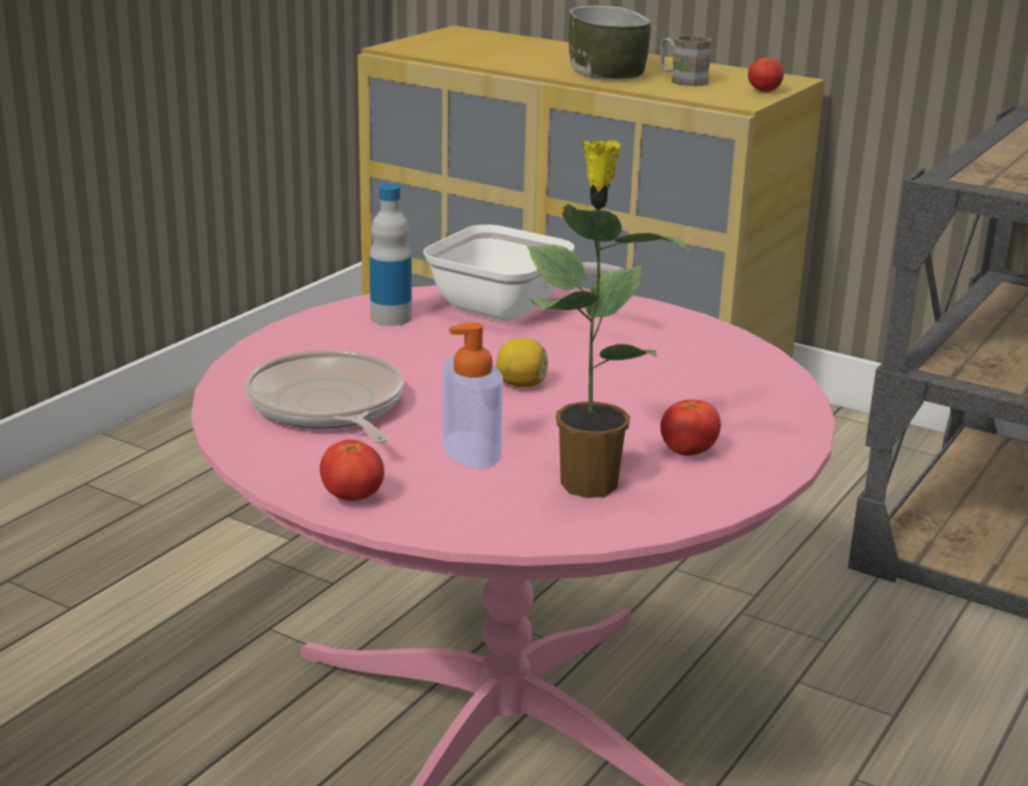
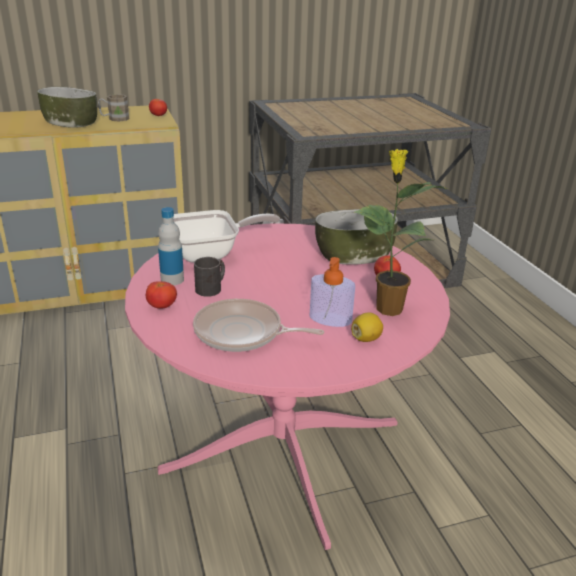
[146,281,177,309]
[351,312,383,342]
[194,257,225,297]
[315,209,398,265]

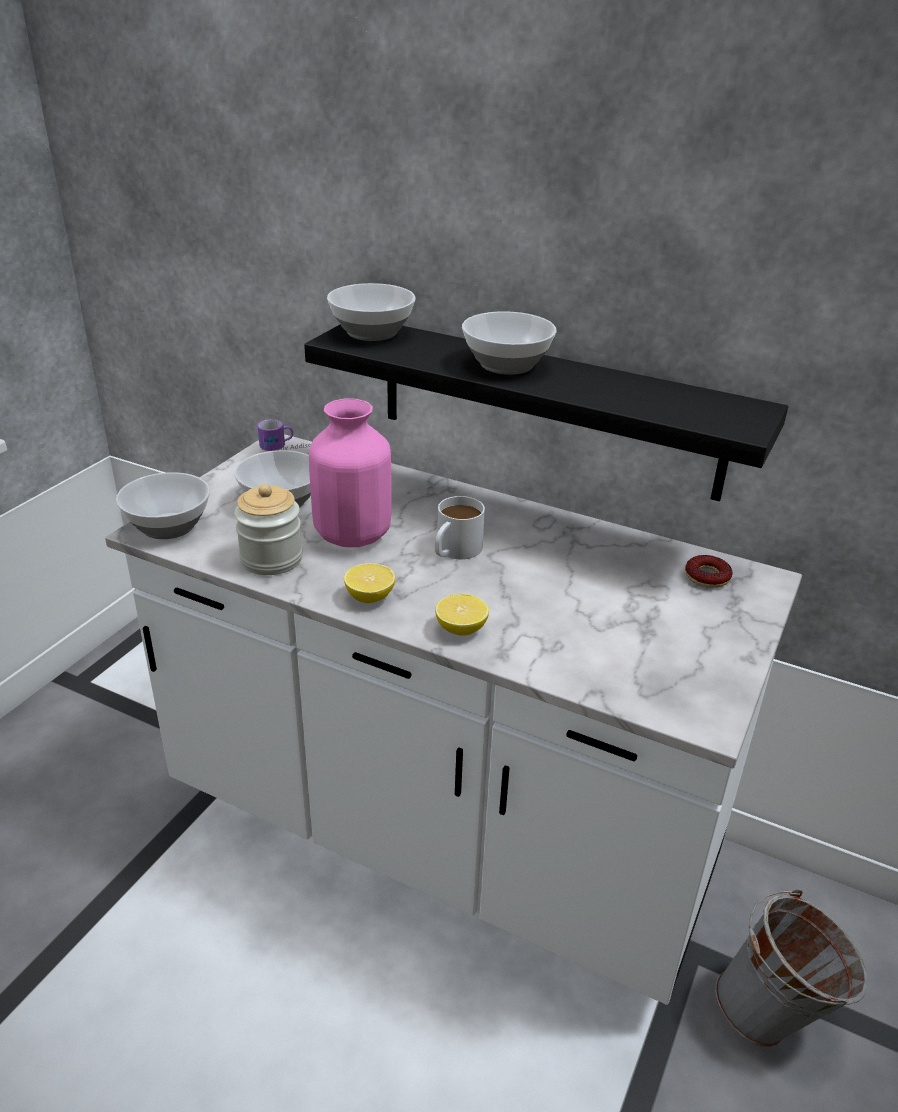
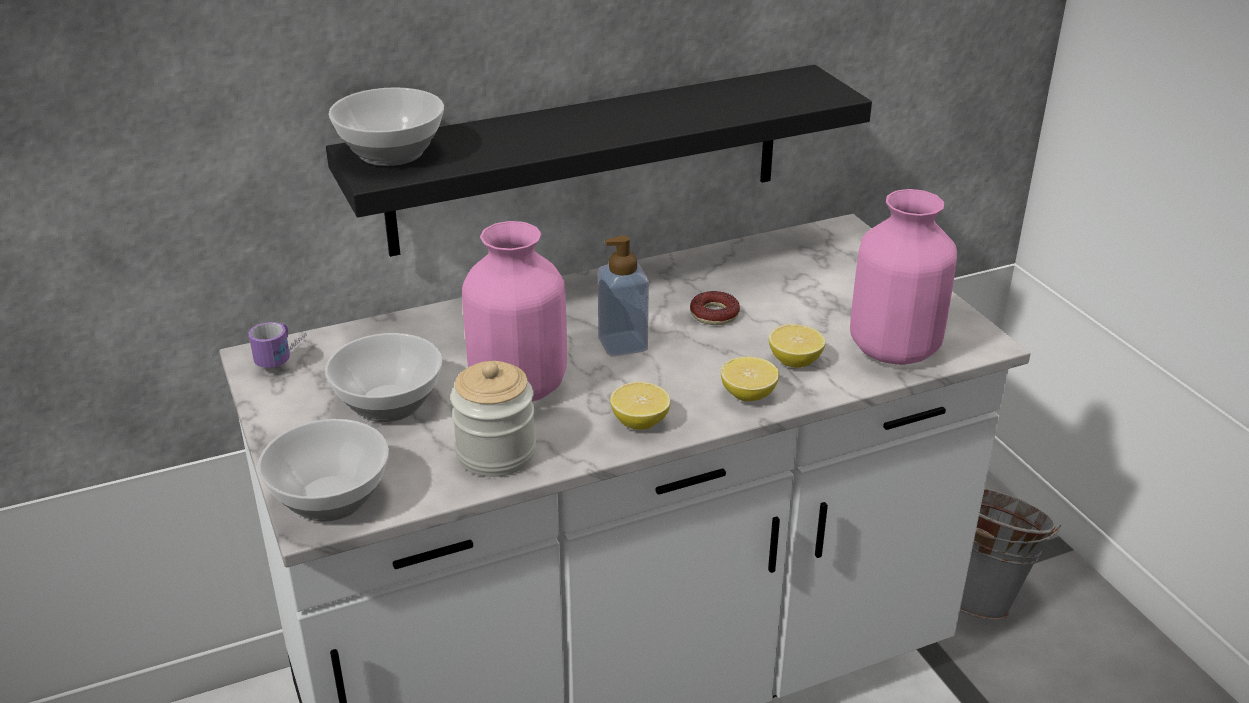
[598,235,649,357]
[462,311,557,375] (first image)
[690,291,740,325]
[769,324,826,368]
[850,189,957,365]

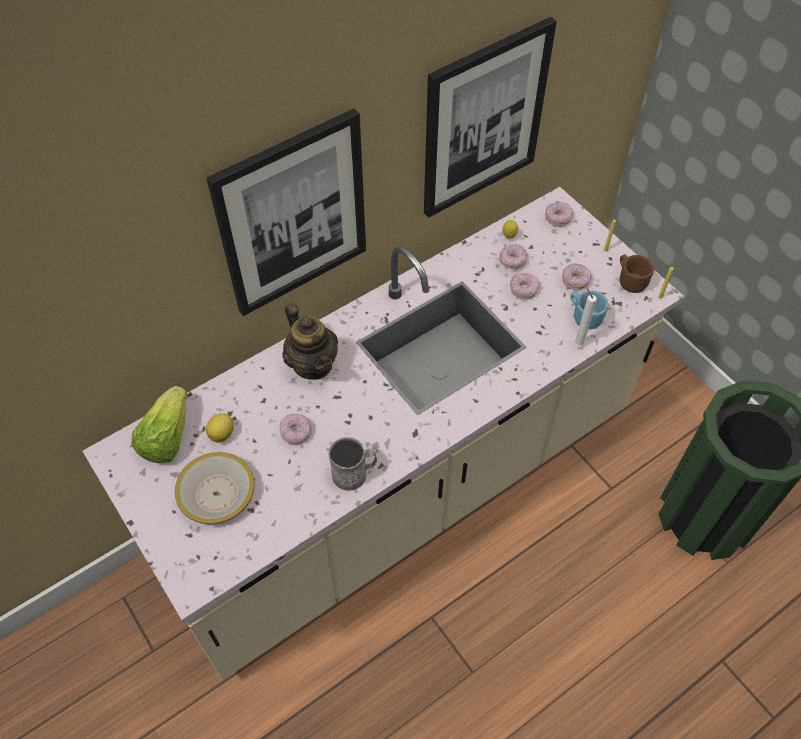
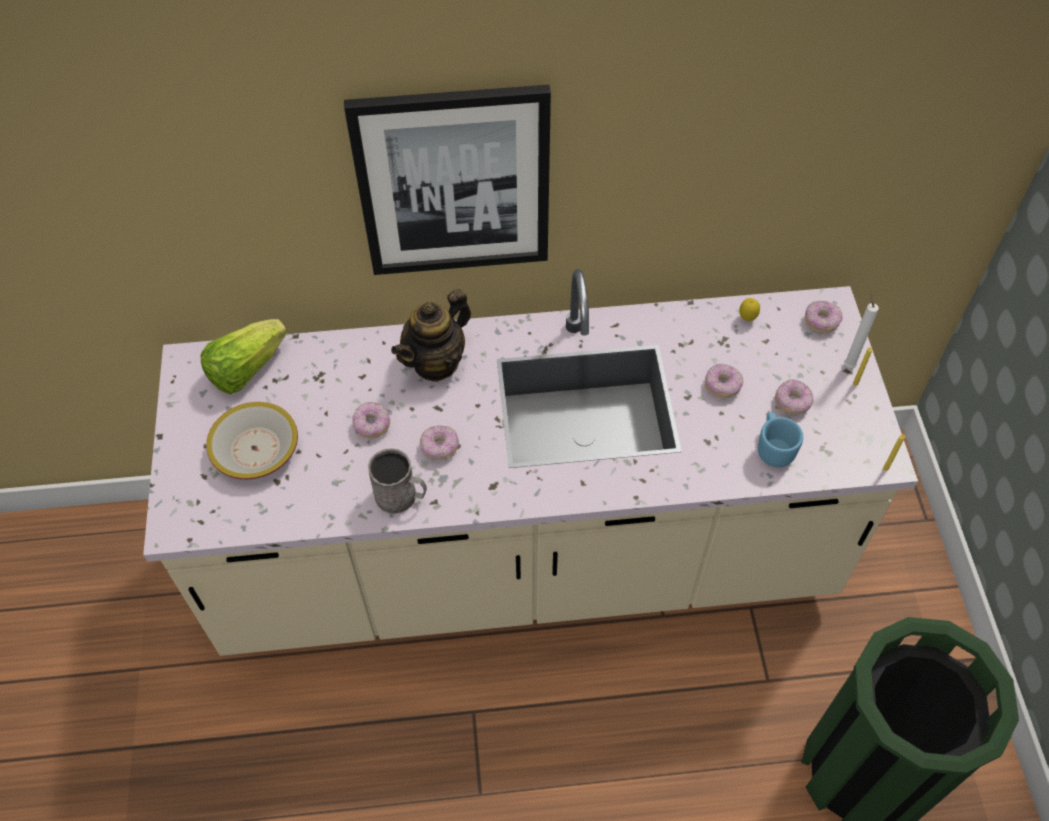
[206,413,234,442] (first image)
[391,289,471,382]
[424,17,557,218] (first image)
[420,425,459,460]
[844,292,879,368]
[620,254,654,293] (first image)

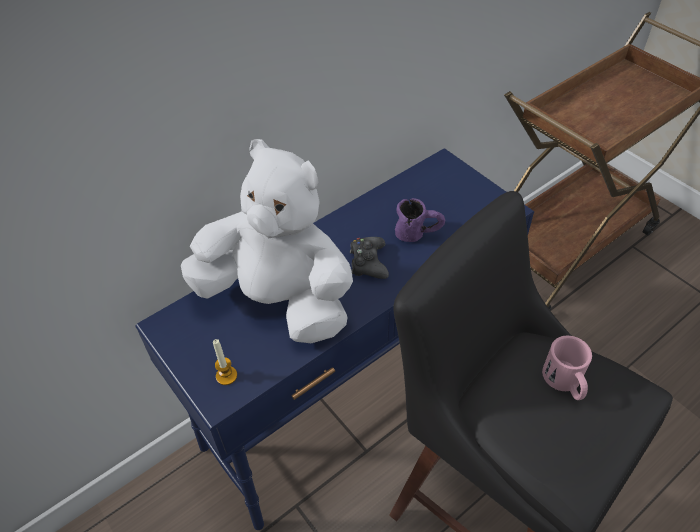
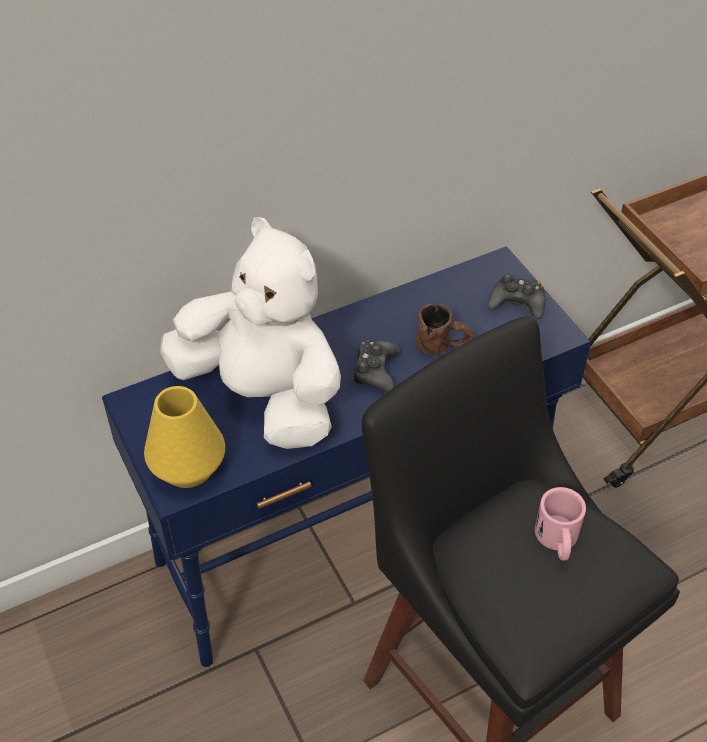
[144,386,225,488]
[415,304,474,355]
[488,274,545,319]

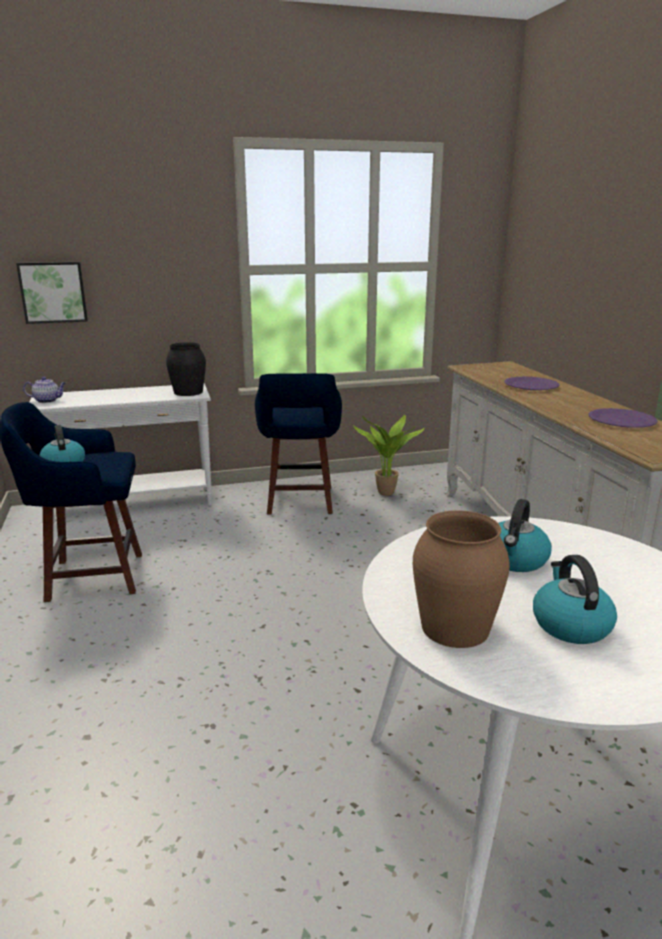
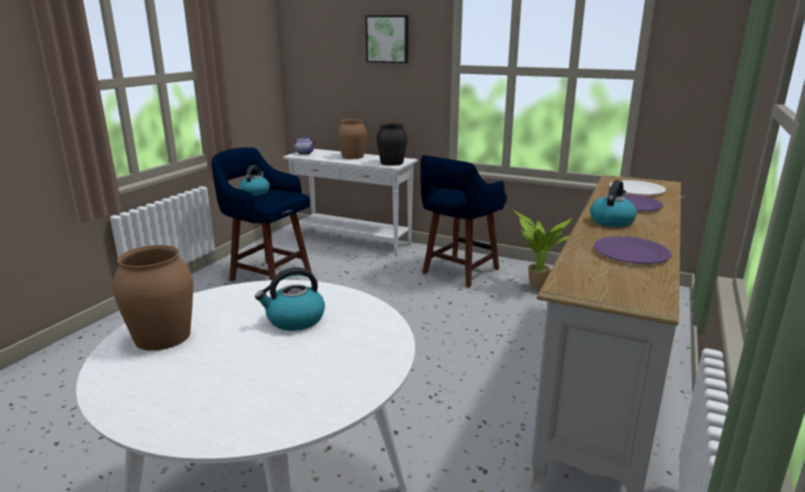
[365,15,409,64]
[590,180,637,227]
[337,119,367,159]
[610,180,666,195]

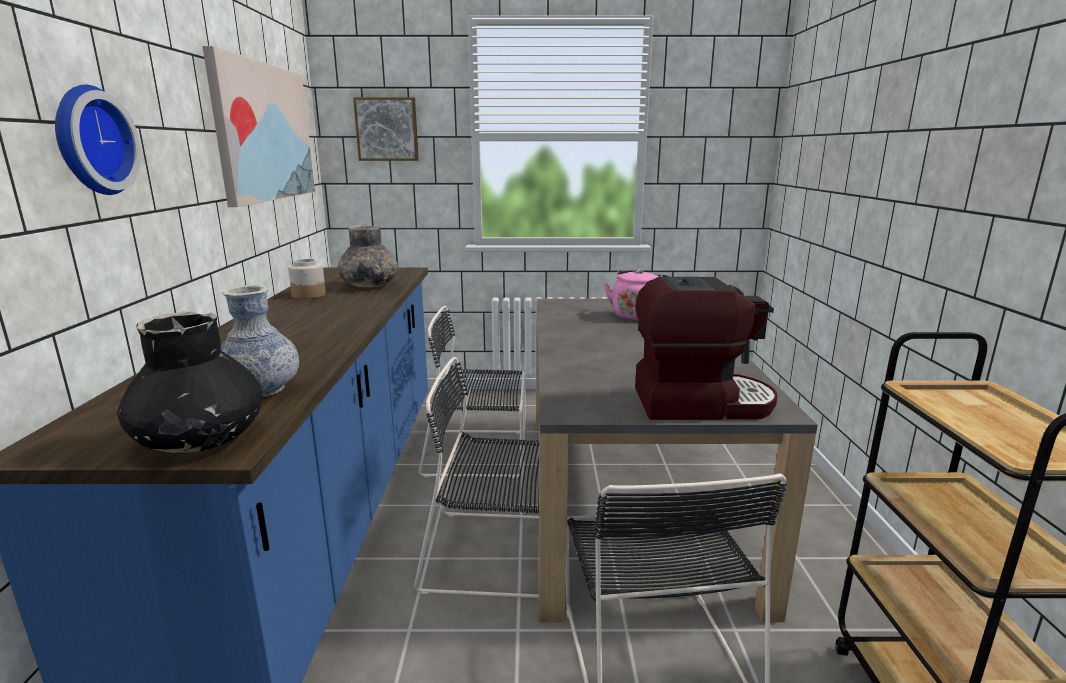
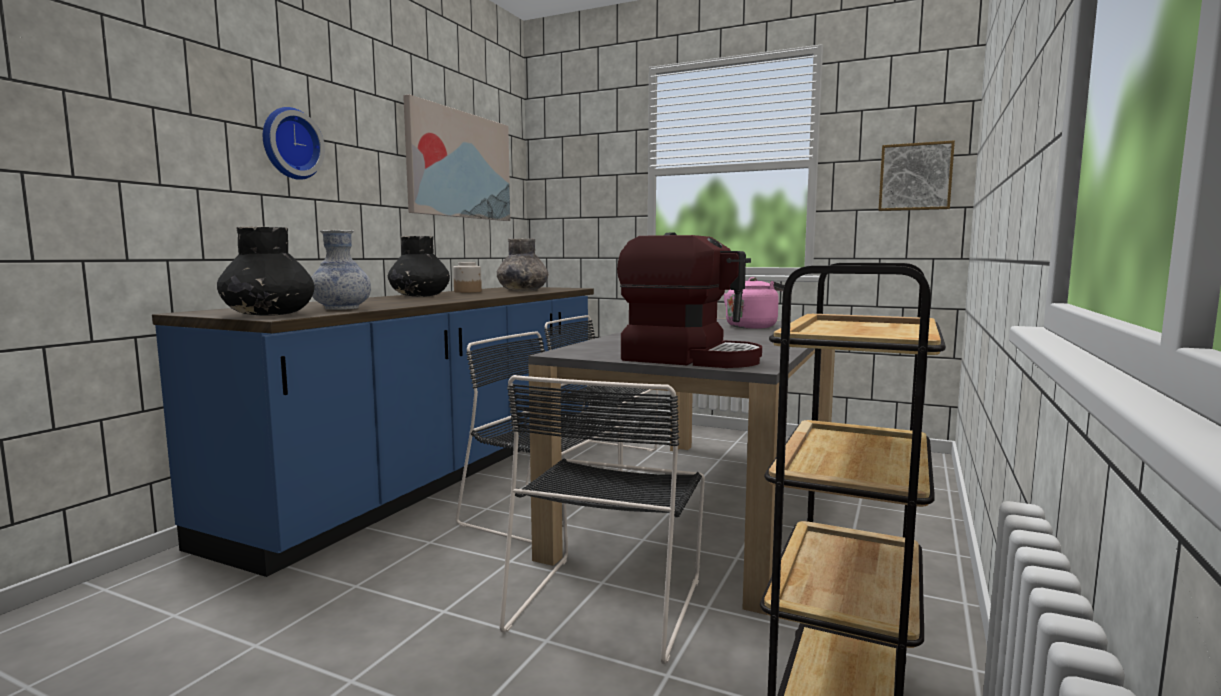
[878,140,955,211]
[388,236,450,297]

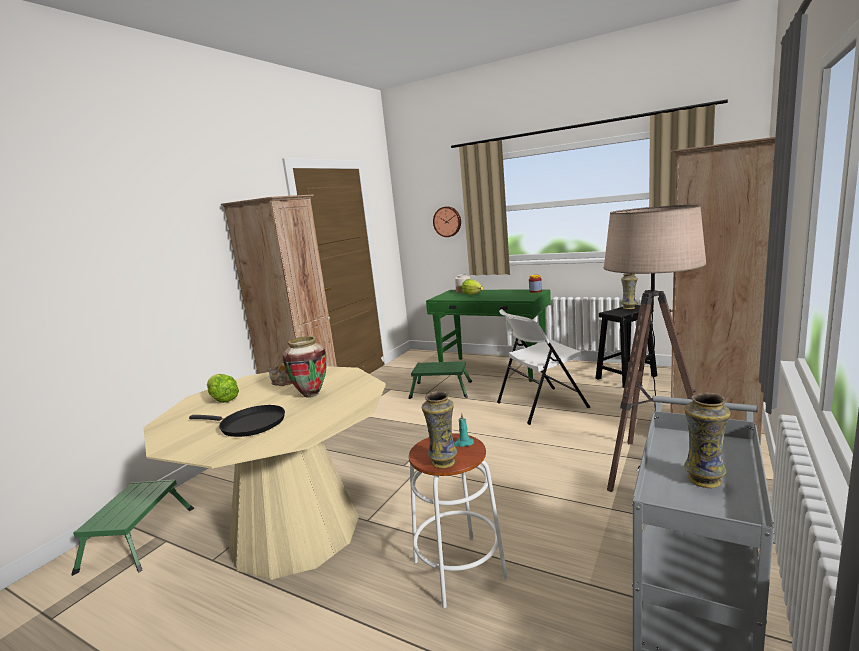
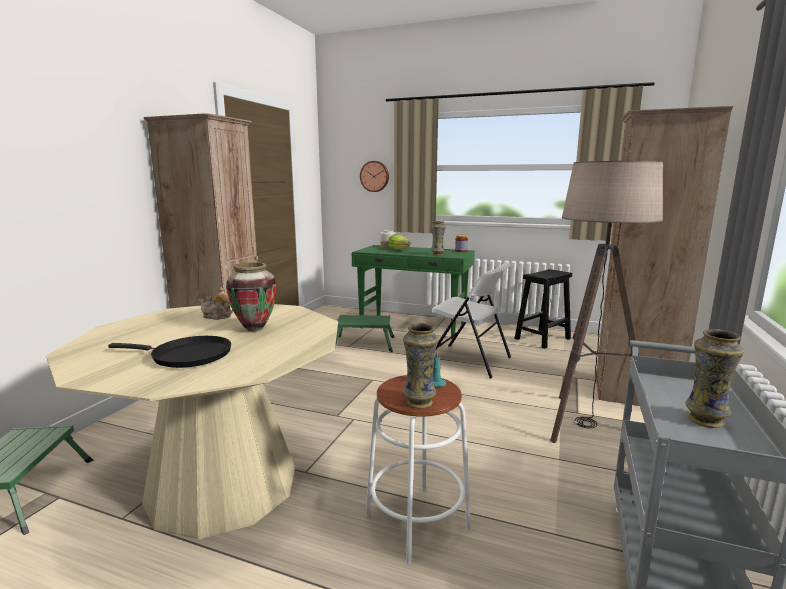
[207,374,239,403] (first image)
[432,262,511,379]
[431,221,446,256]

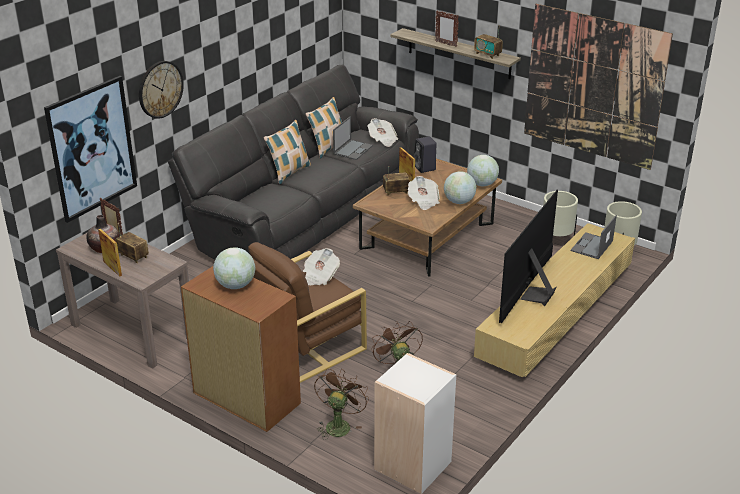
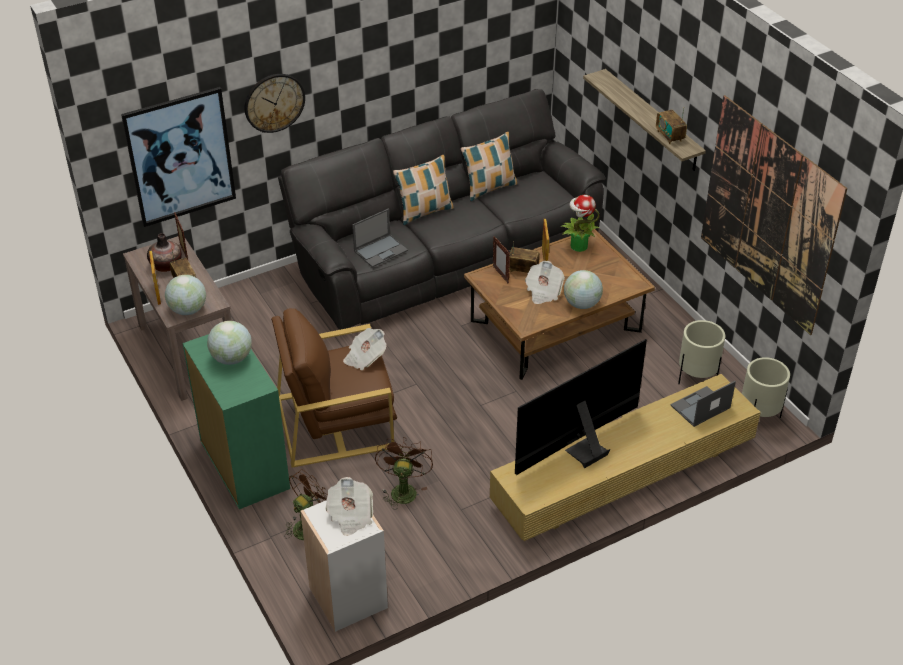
[182,334,290,509]
[352,209,408,267]
[326,477,373,536]
[562,195,600,252]
[493,236,510,284]
[165,275,206,315]

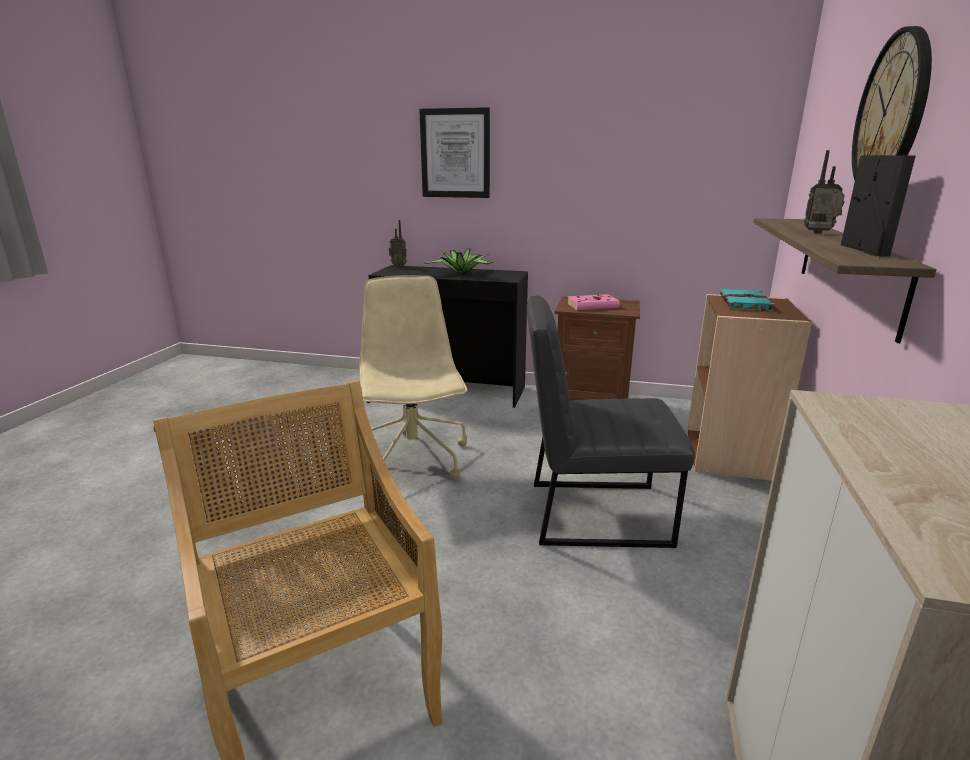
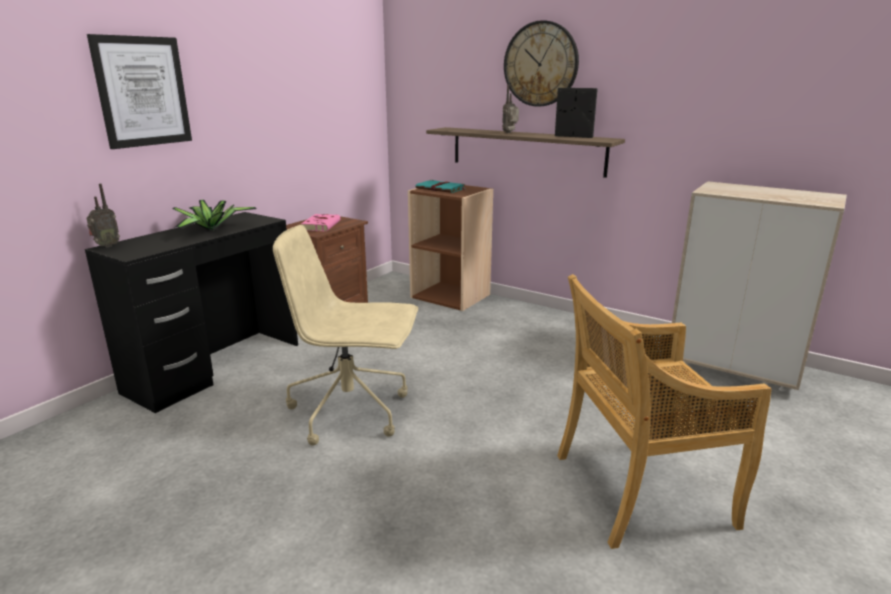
[527,295,695,548] (first image)

